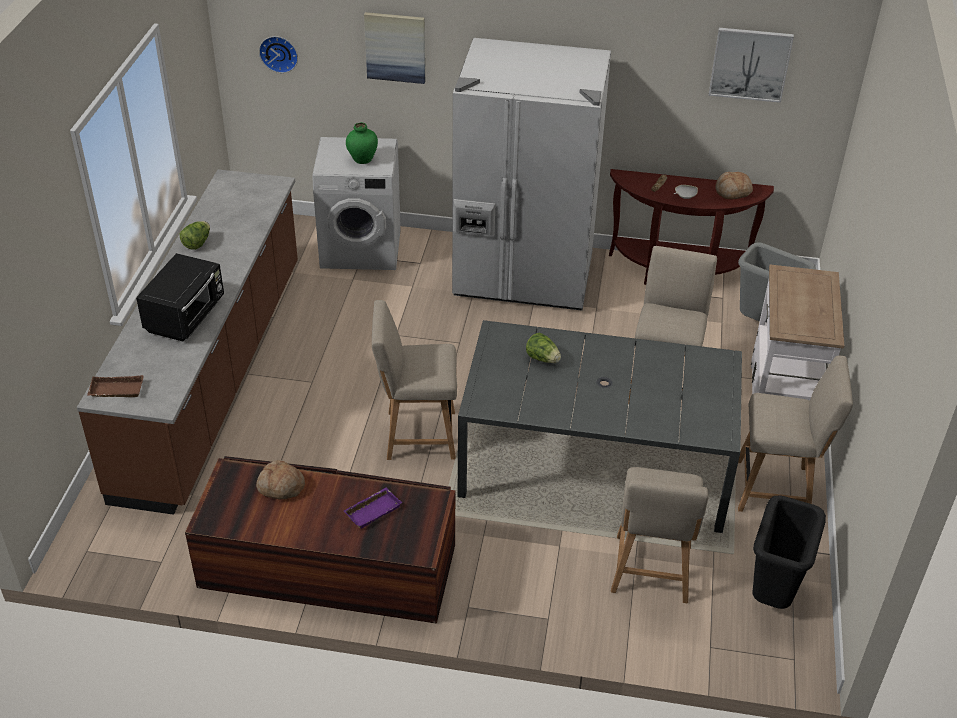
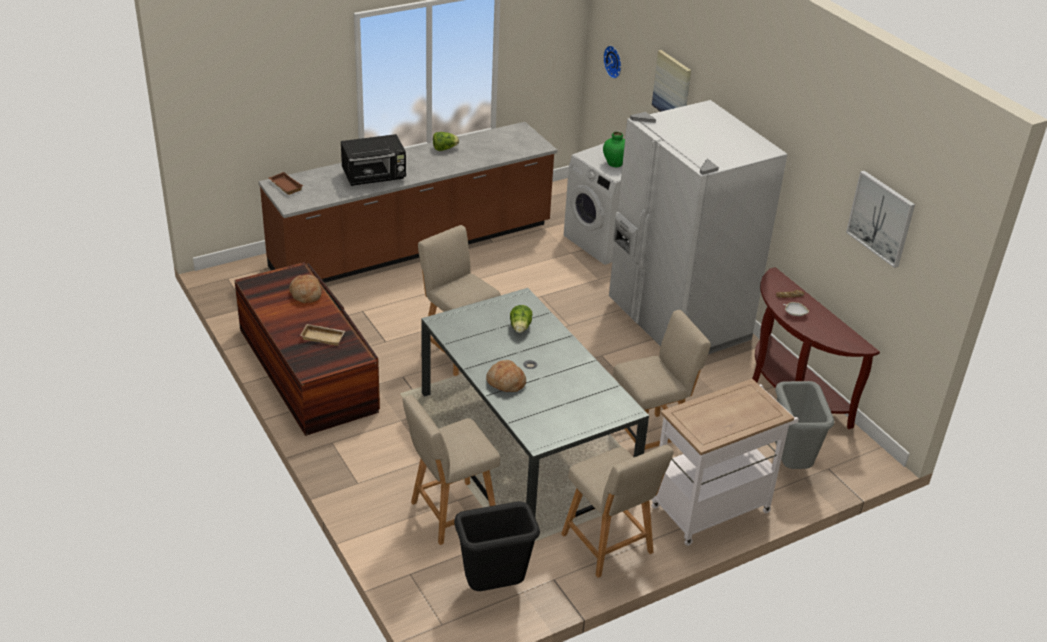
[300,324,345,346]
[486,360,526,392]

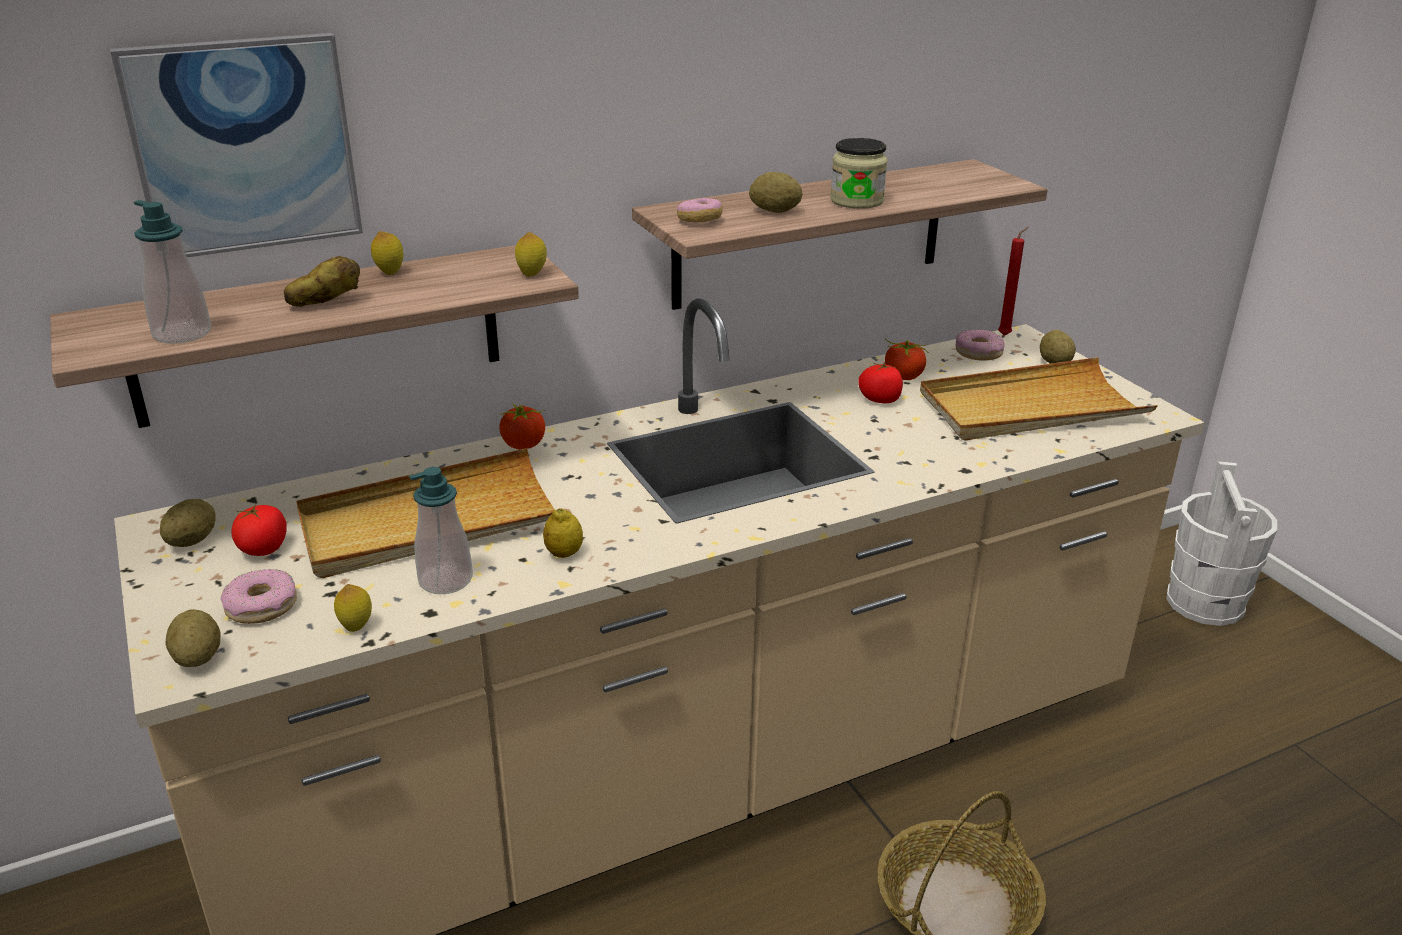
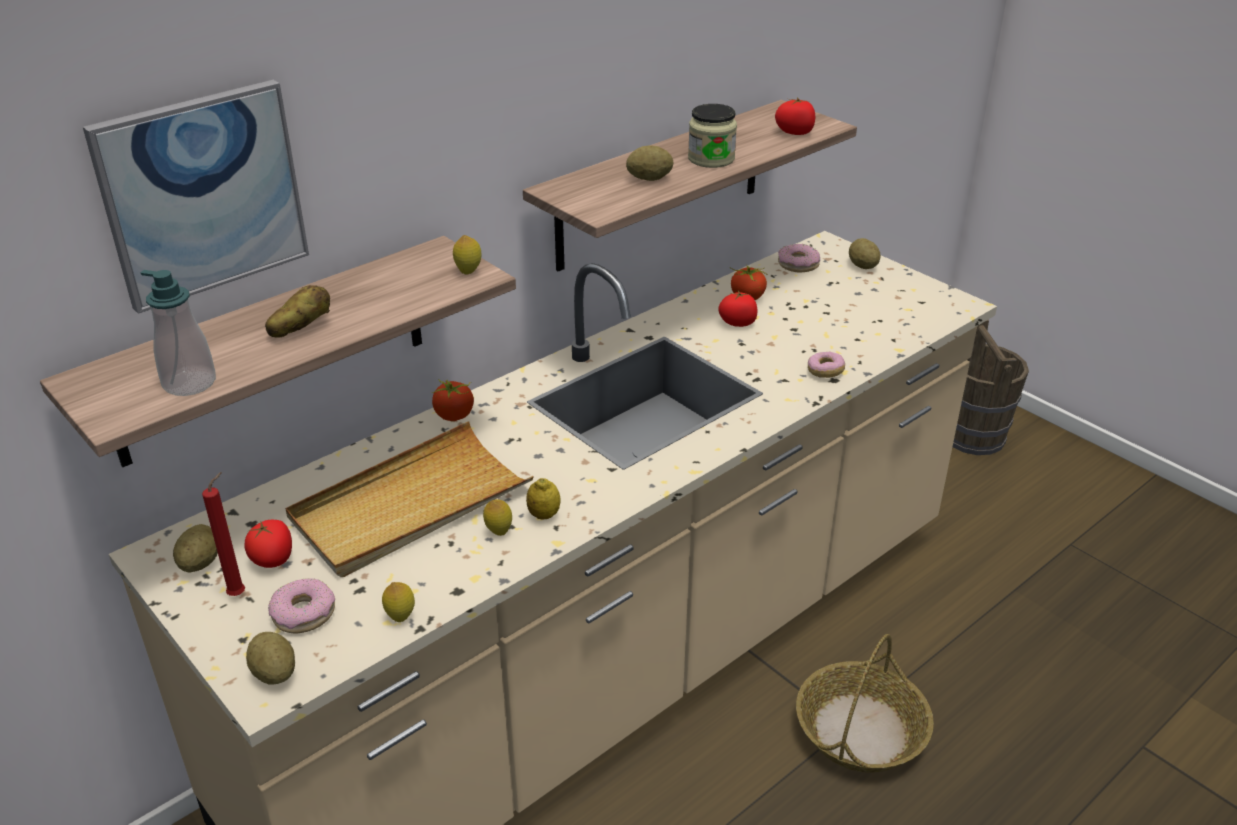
[483,499,512,536]
[409,467,473,594] (first image)
[808,352,845,378]
[920,357,1158,441] (first image)
[202,472,245,596]
[953,319,1029,455]
[775,97,815,135]

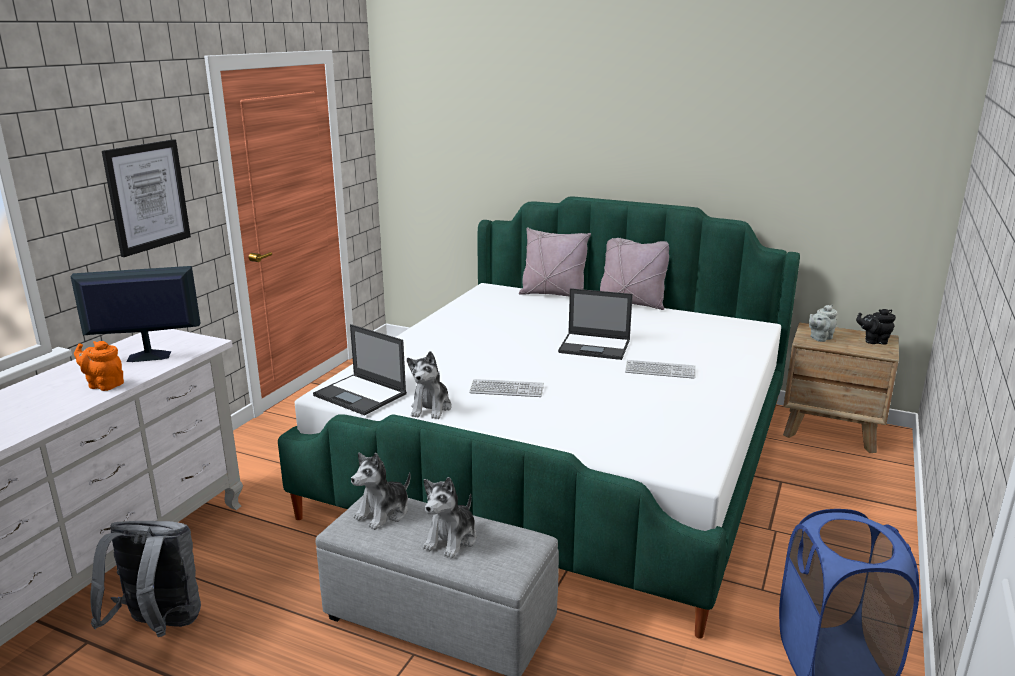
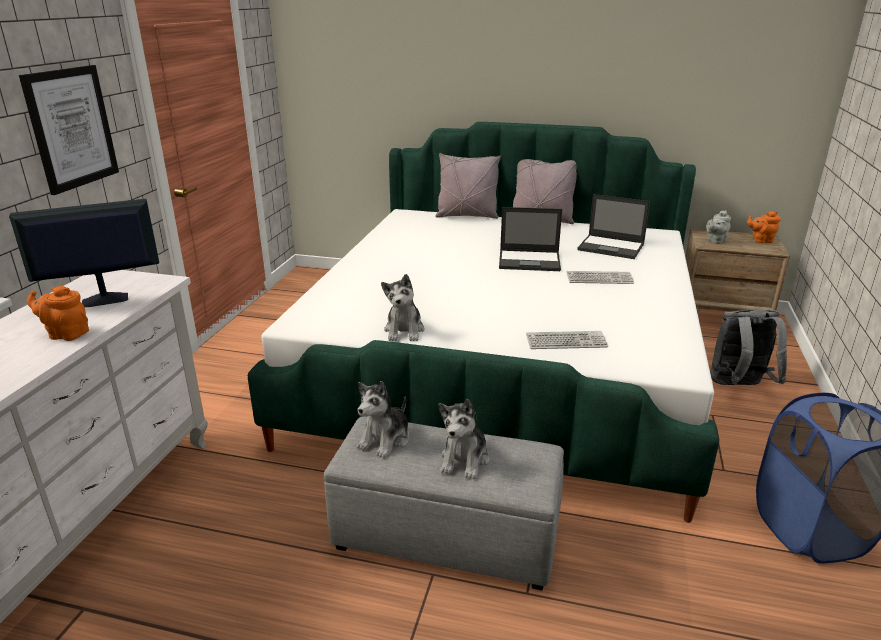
[710,309,787,385]
[577,194,650,259]
[526,331,608,349]
[747,211,781,243]

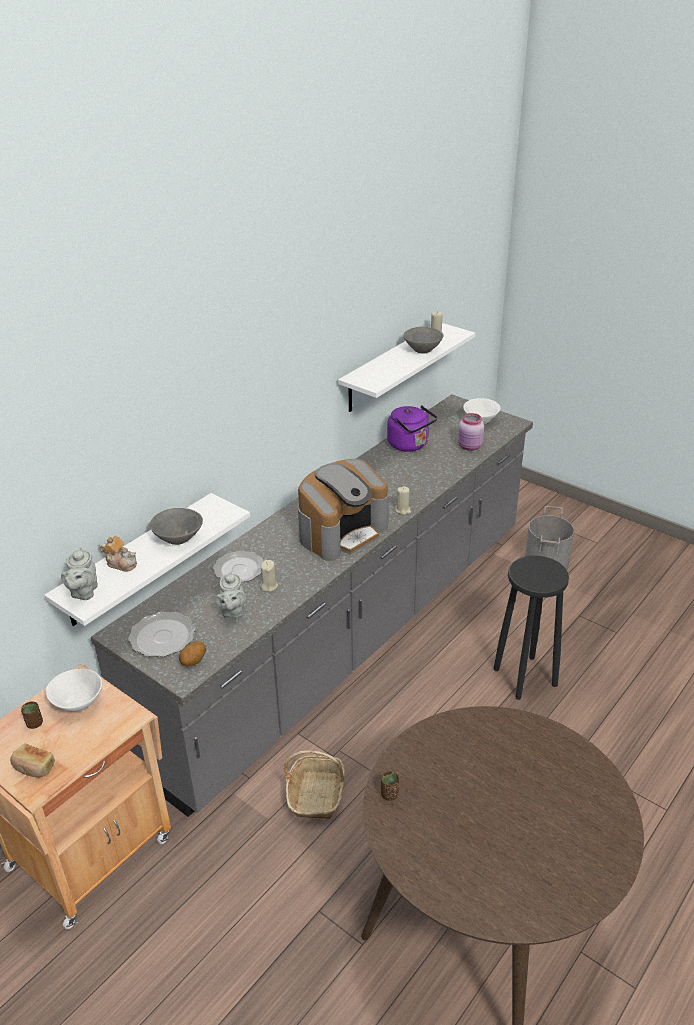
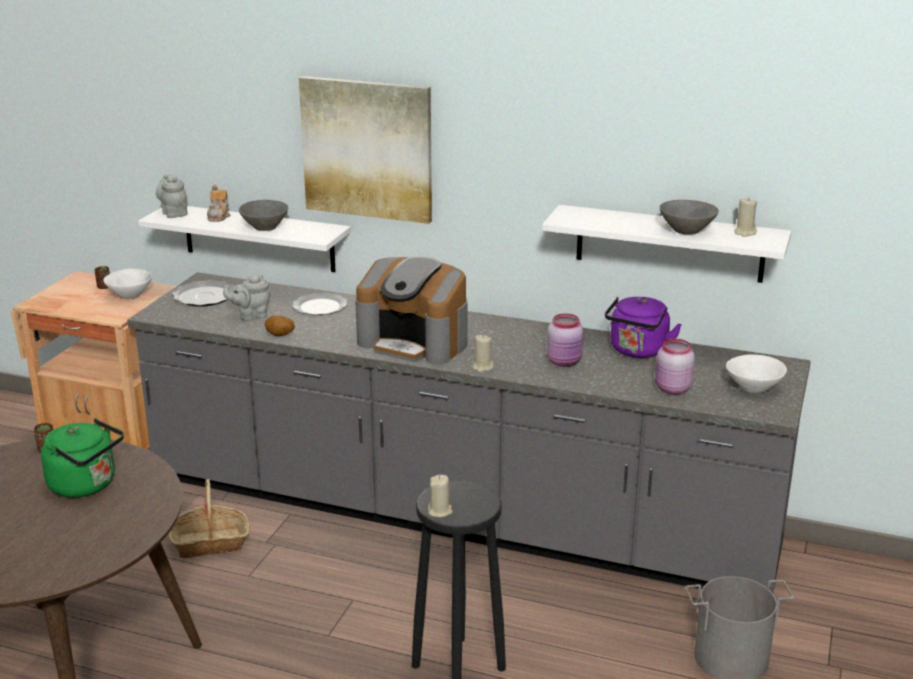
[10,744,55,777] (first image)
[156,174,188,218]
[265,316,295,336]
[428,475,453,517]
[41,418,124,498]
[299,76,432,224]
[547,313,583,367]

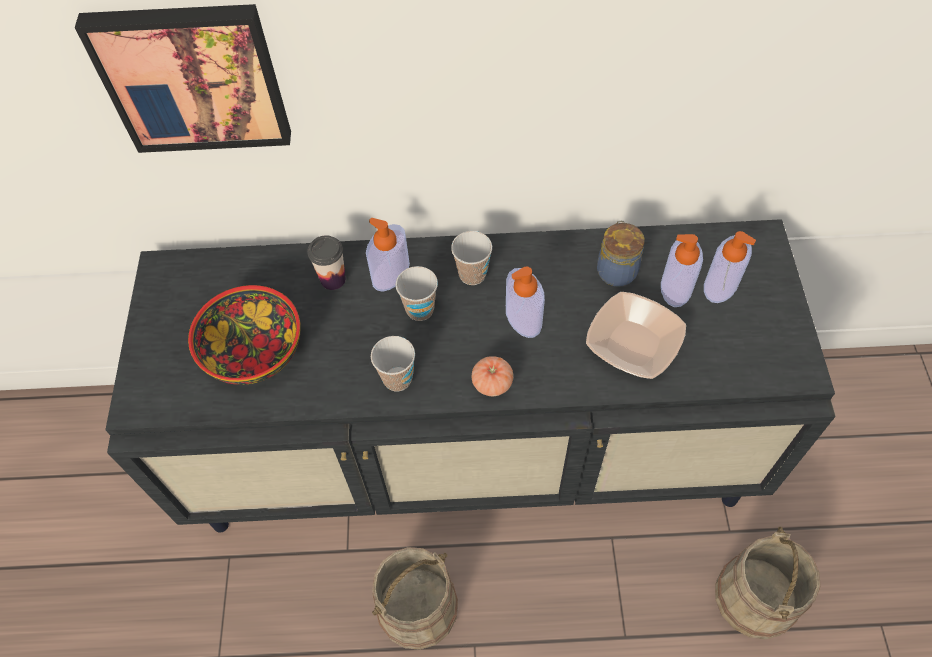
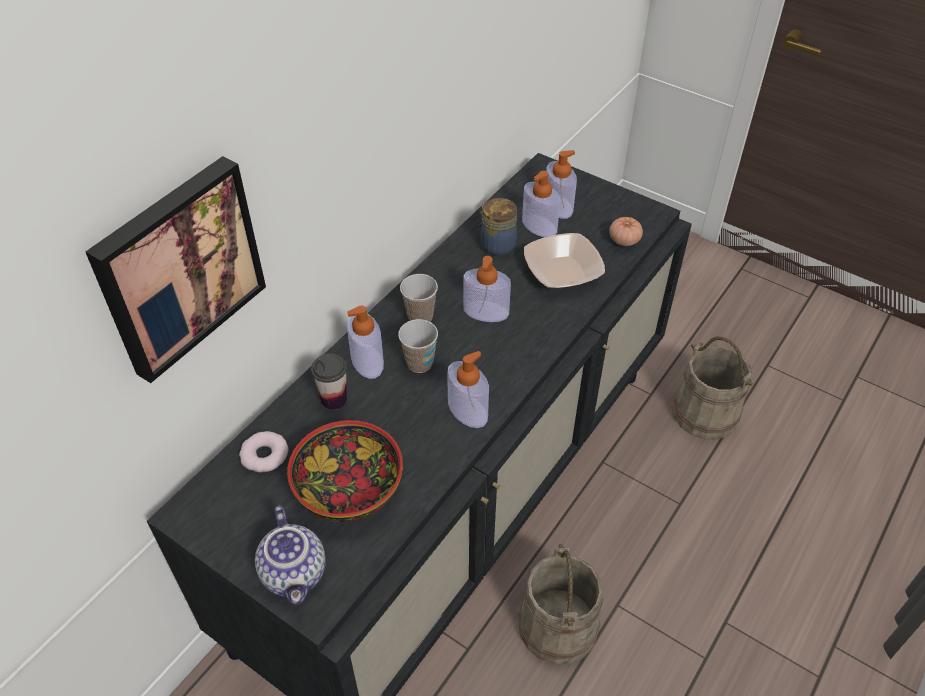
[447,351,489,428]
[609,217,643,246]
[239,431,289,472]
[255,505,326,604]

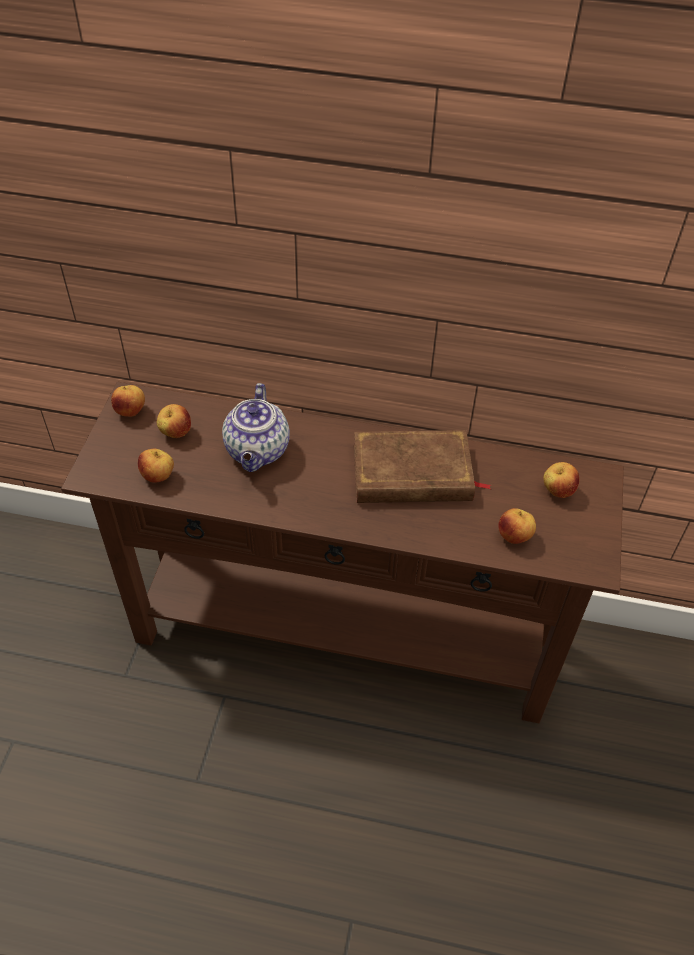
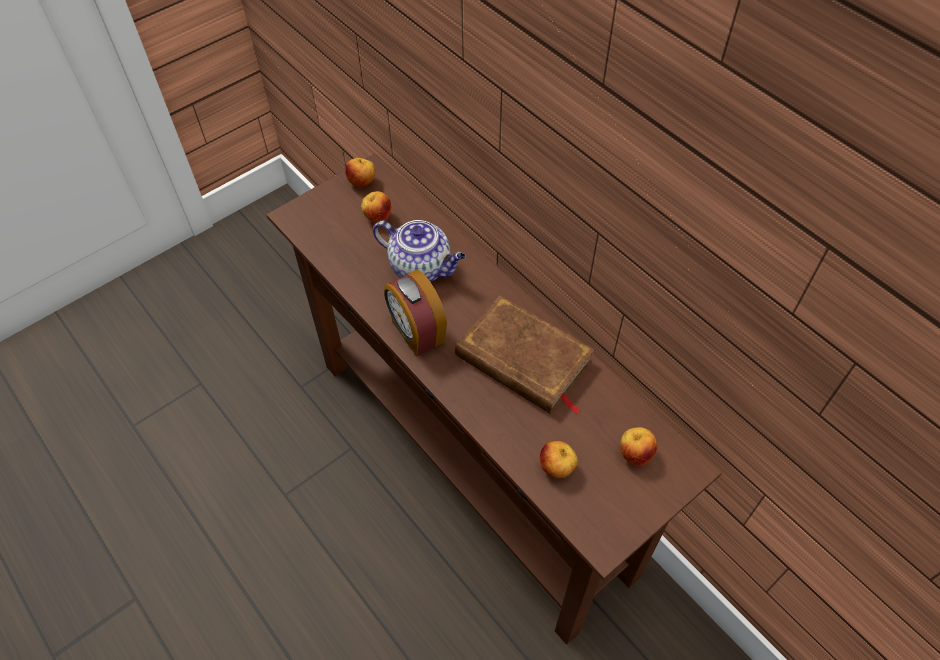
[138,448,174,483] (first image)
[373,220,466,282]
[384,270,447,357]

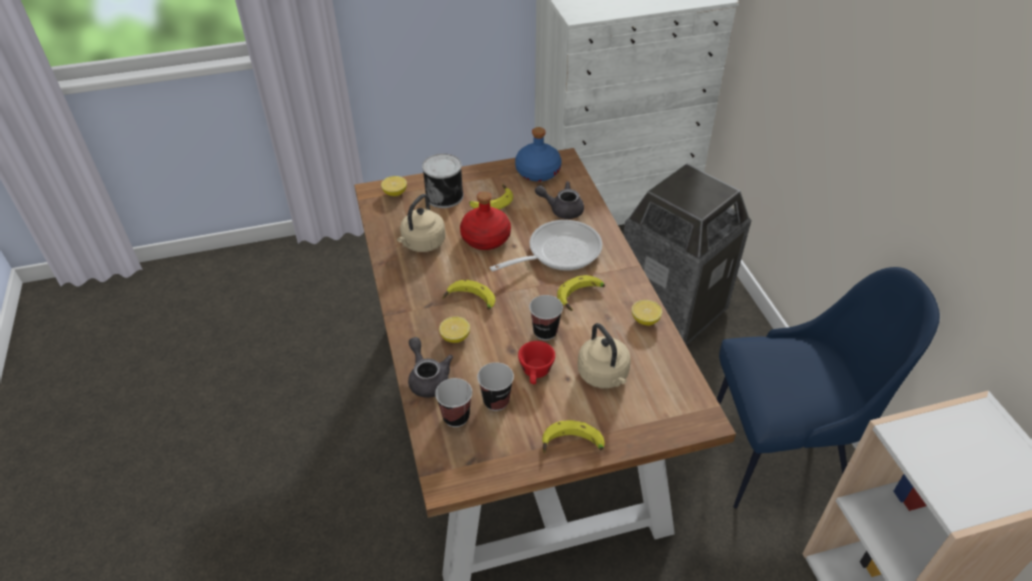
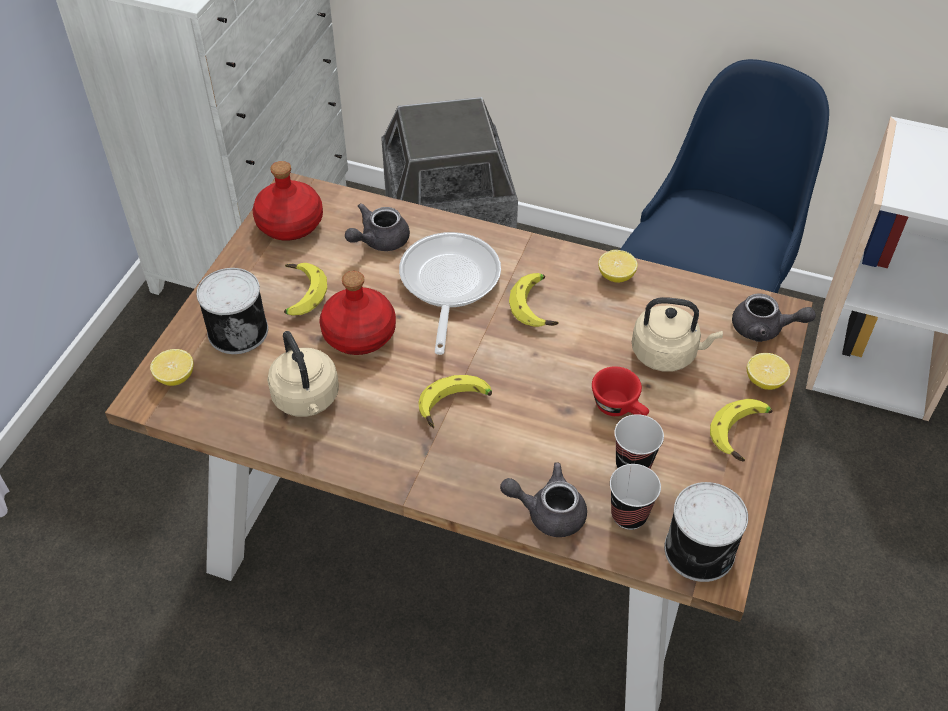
[747,353,790,390]
[253,161,323,240]
[529,295,563,340] (first image)
[664,482,748,582]
[732,293,816,342]

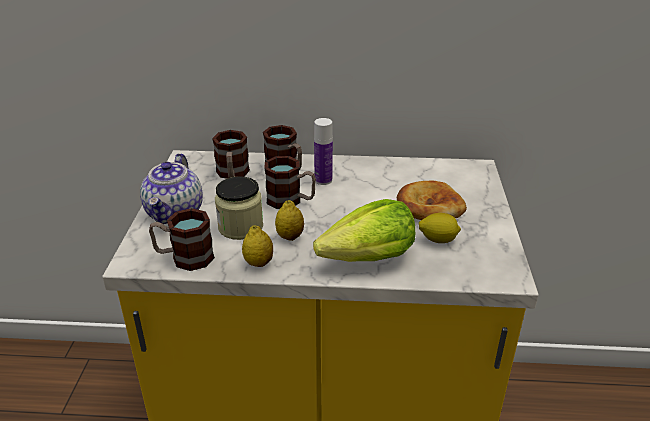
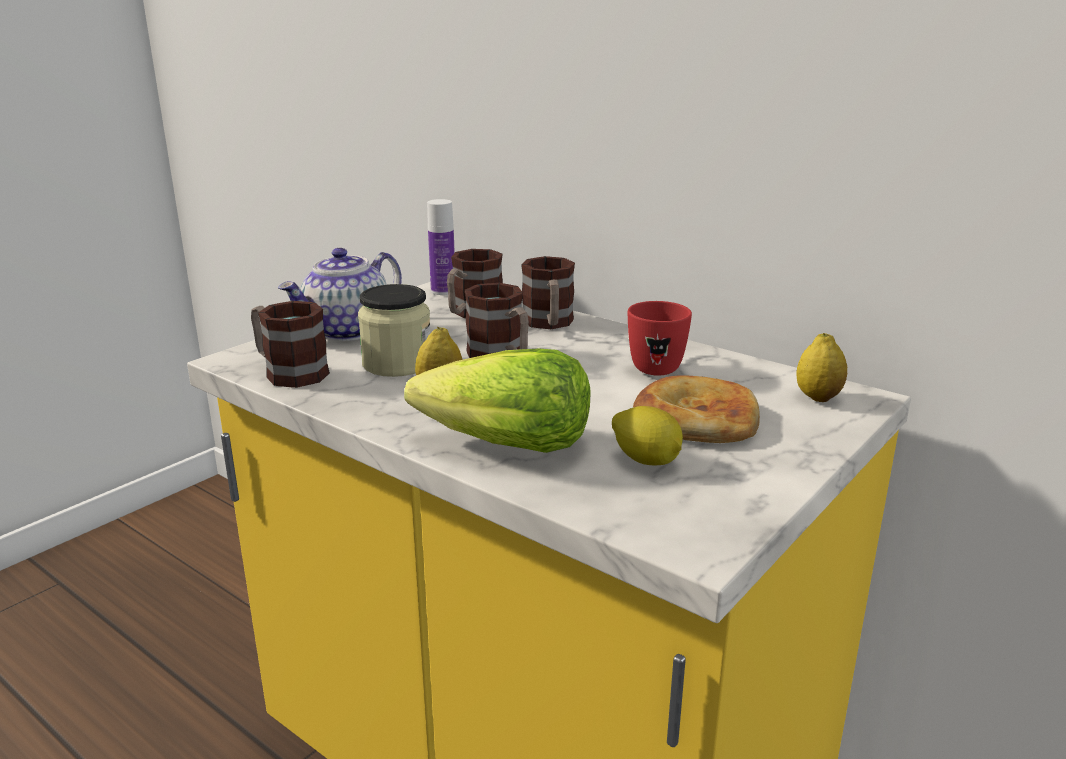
[796,333,847,402]
[427,199,455,295]
[628,301,692,376]

